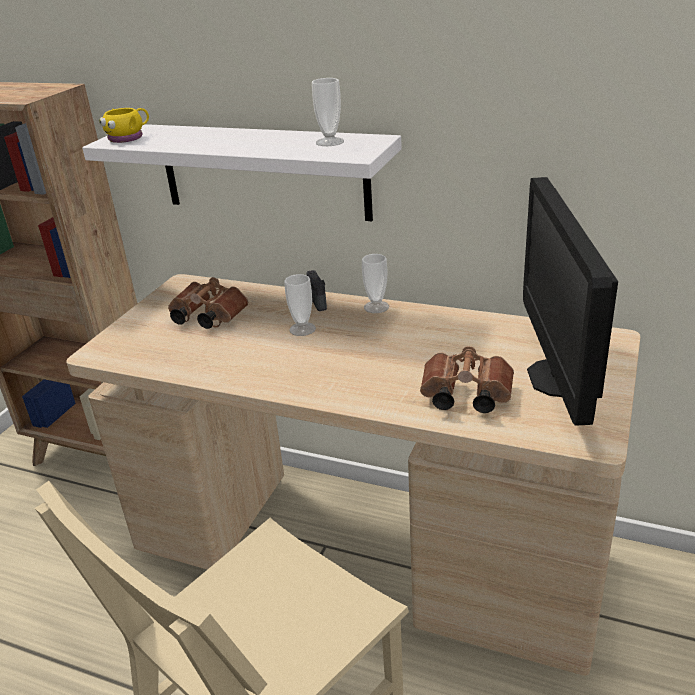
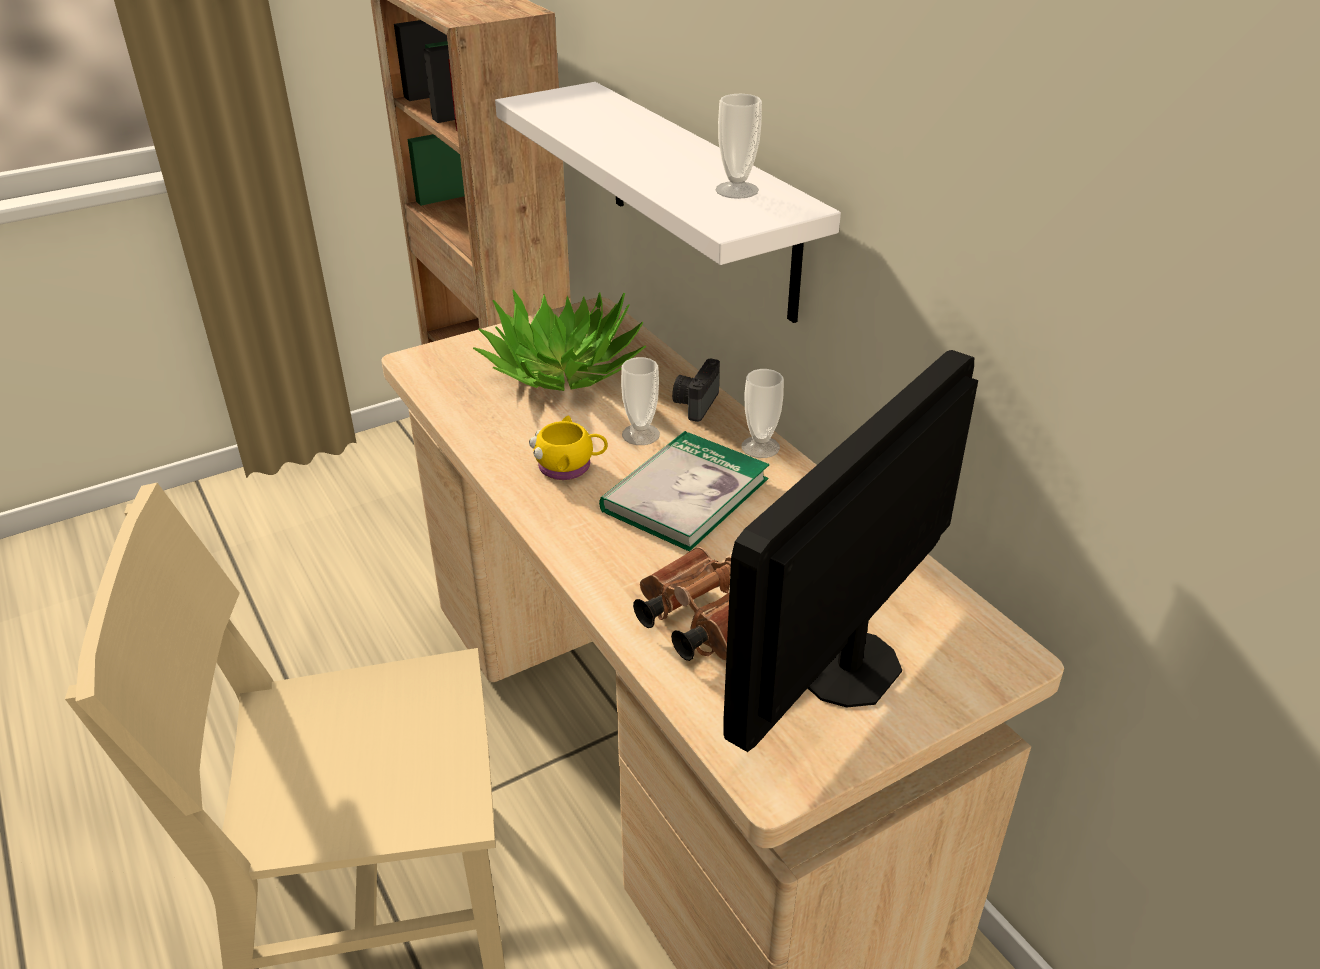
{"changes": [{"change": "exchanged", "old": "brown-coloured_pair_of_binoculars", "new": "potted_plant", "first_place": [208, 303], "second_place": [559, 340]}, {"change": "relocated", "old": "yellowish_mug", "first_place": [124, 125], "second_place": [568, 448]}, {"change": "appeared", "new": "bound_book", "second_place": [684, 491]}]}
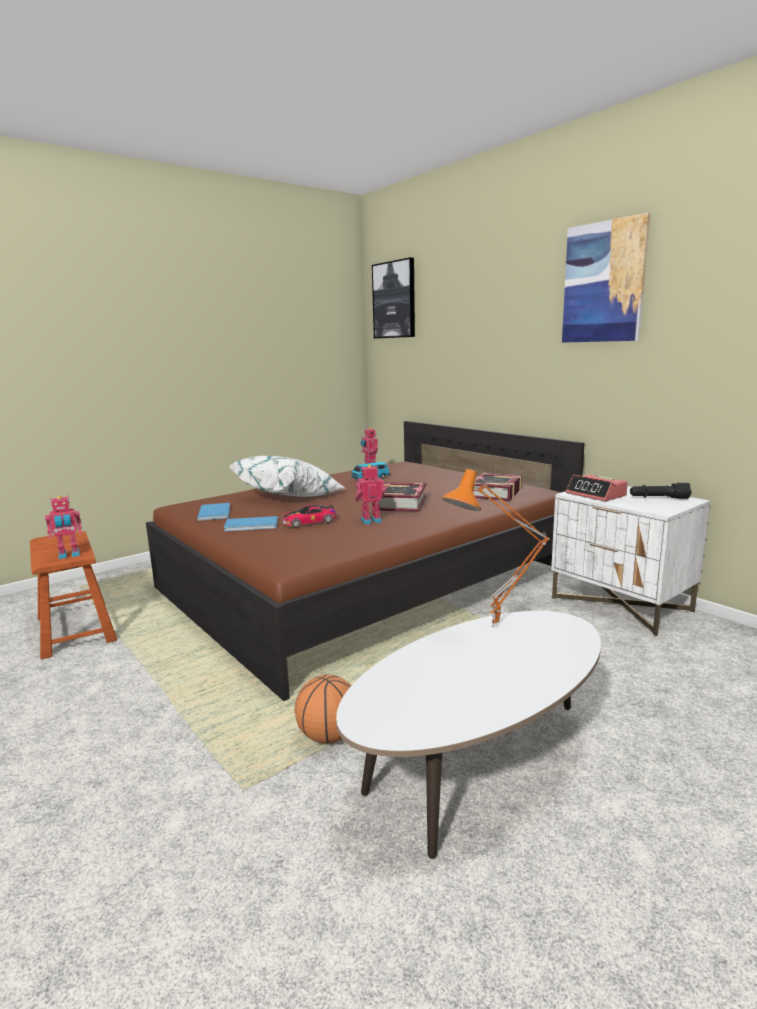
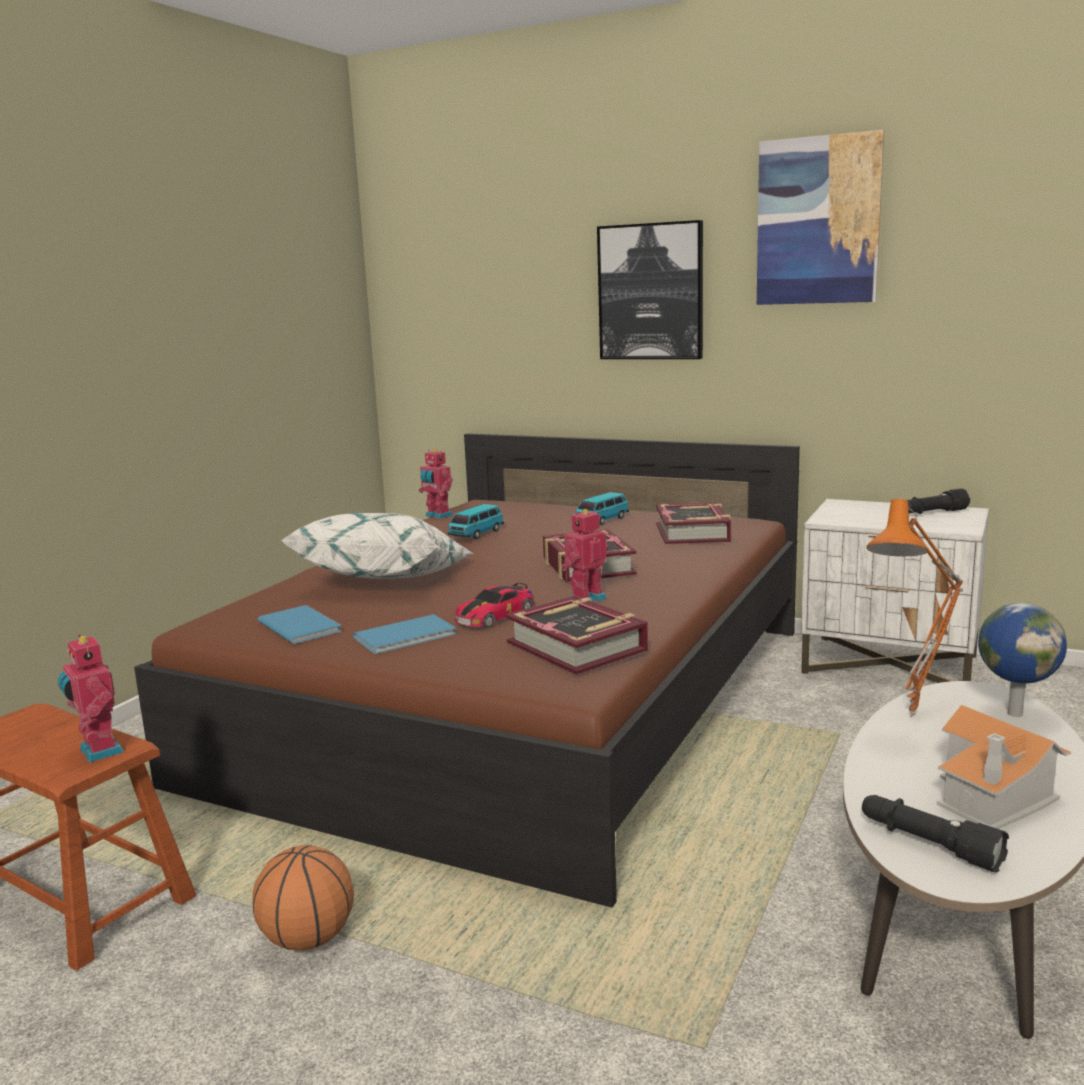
{"changes": [{"change": "spun", "old": "toy_robot", "first_place": [63, 527], "second_place": [91, 698], "degrees": 105}, {"change": "relocated", "old": "basketball_ball", "first_place": [323, 709], "second_place": [303, 898]}, {"change": "appeared", "new": "bound_book", "second_place": [577, 635]}, {"change": "appeared", "new": "miniature_car", "second_place": [602, 508]}, {"change": "relocated", "old": "picture", "first_place": [393, 298], "second_place": [650, 289]}, {"change": "appeared", "new": "black-coloured_torch", "second_place": [935, 834]}, {"change": "appeared", "new": "model_house", "second_place": [1004, 767]}, {"change": "appeared", "new": "world_globe", "second_place": [1022, 660]}, {"change": "missing", "old": "bedside_clock", "first_place": [597, 488]}]}
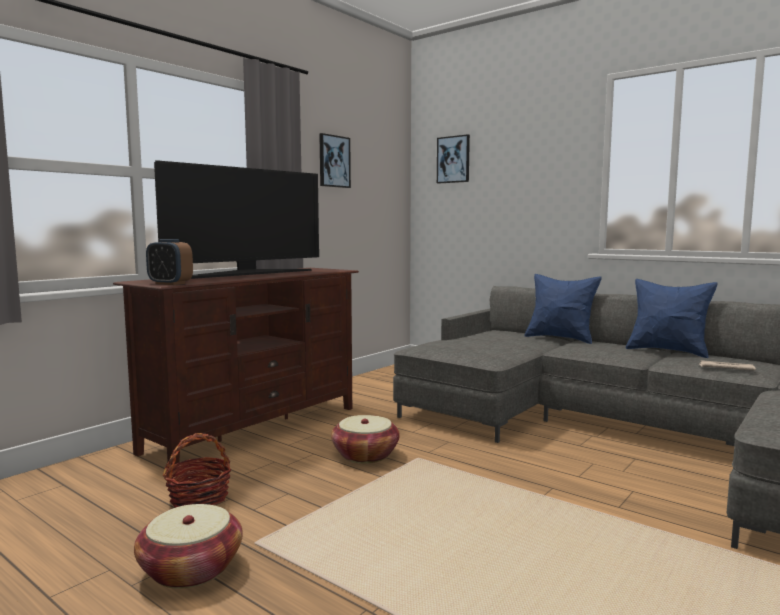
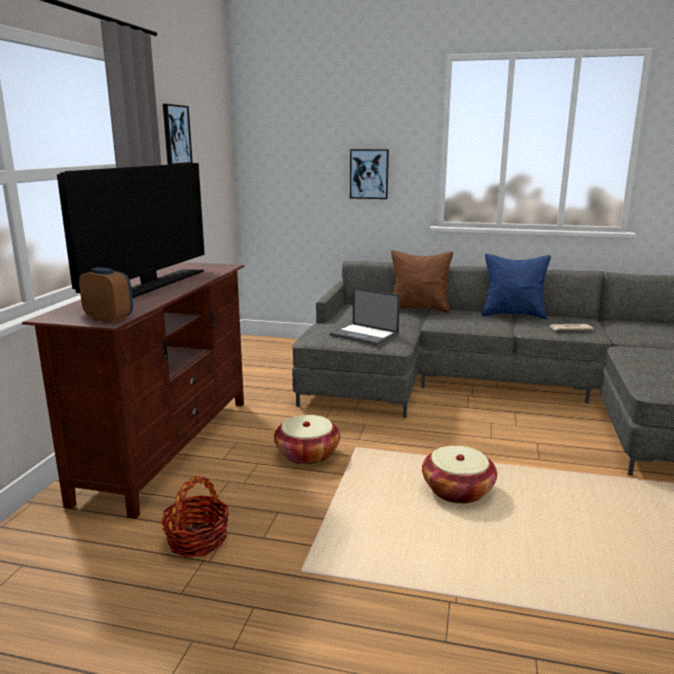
{"changes": [{"change": "spun", "old": "bedside_clock", "first_place": [169, 262], "second_place": [106, 295], "degrees": -150}, {"change": "appeared", "new": "laptop", "second_place": [365, 317]}, {"change": "relocated", "old": "picture", "first_place": [453, 159], "second_place": [369, 174]}, {"change": "colour", "old": "bluish_pillow", "new": "brown-coloured_pillow", "first_place": [563, 309], "second_place": [422, 281]}, {"change": "relocated", "old": "household_basket", "first_place": [188, 546], "second_place": [459, 475]}]}
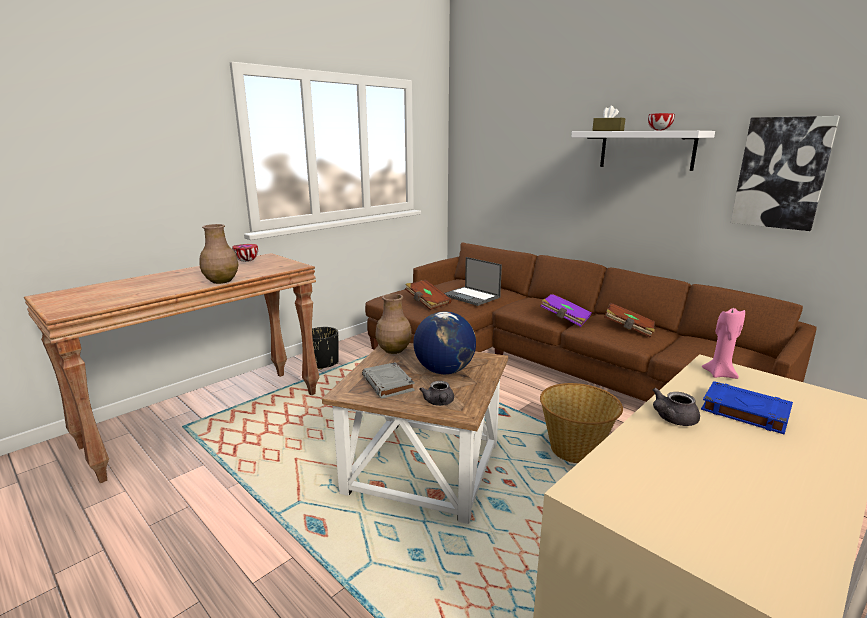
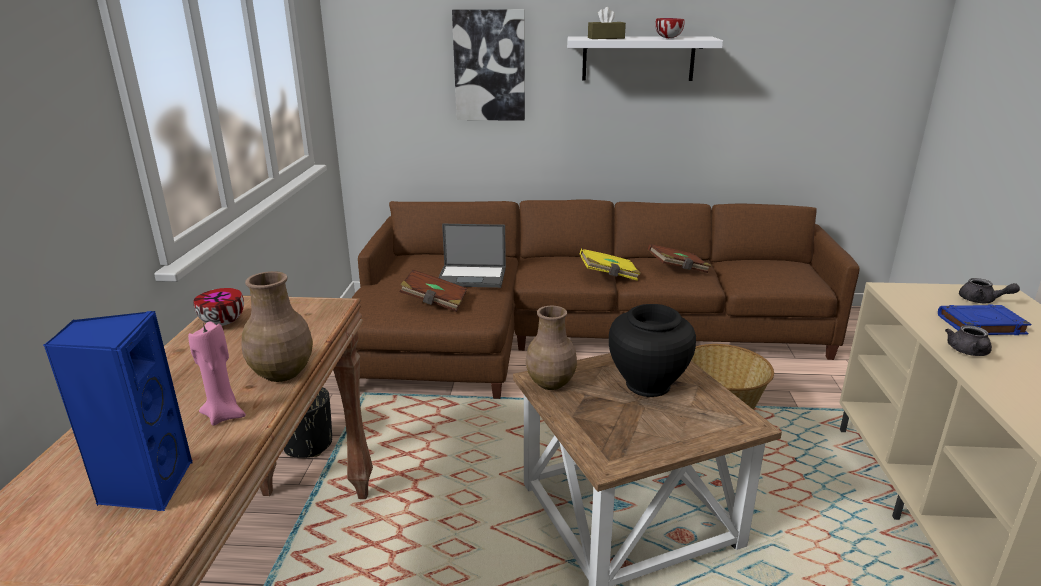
{"changes": [{"change": "appeared", "new": "bluish_speaker", "second_place": [117, 411]}, {"change": "relocated", "old": "pink_wax_candle", "first_place": [723, 342], "second_place": [217, 373]}, {"change": "relocated", "old": "picture", "first_place": [785, 173], "second_place": [488, 65]}, {"change": "colour", "old": "purple-coloured_bound_book", "new": "yellowish_bound_book", "first_place": [566, 310], "second_place": [610, 264]}, {"change": "exchanged", "old": "world_globe", "new": "black-coloured_vase", "first_place": [444, 342], "second_place": [652, 350]}, {"change": "relocated", "old": "grey_tea_pot", "first_place": [436, 393], "second_place": [989, 290]}, {"change": "missing", "old": "grey_bound_book", "first_place": [388, 380]}]}
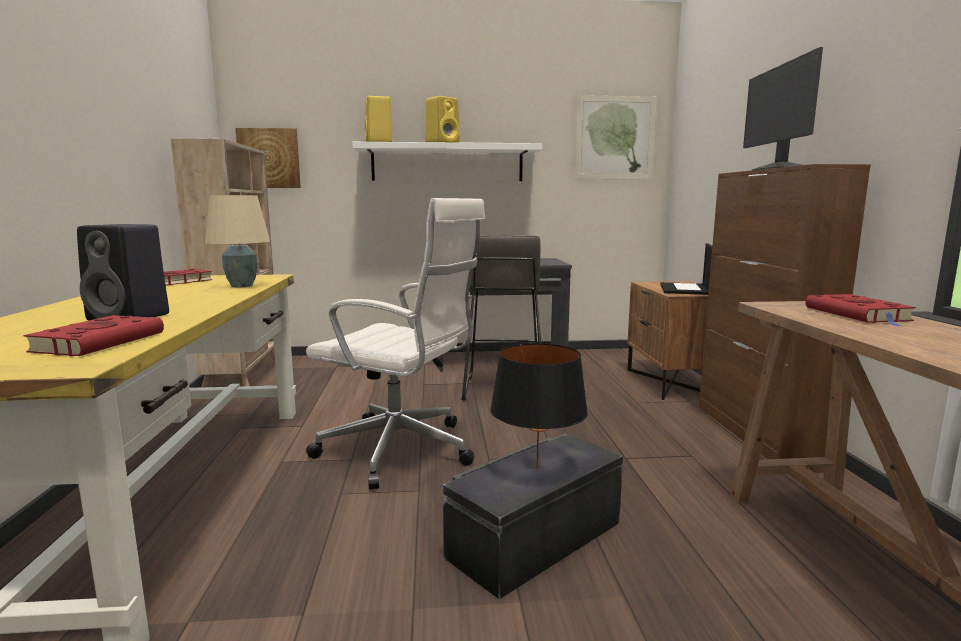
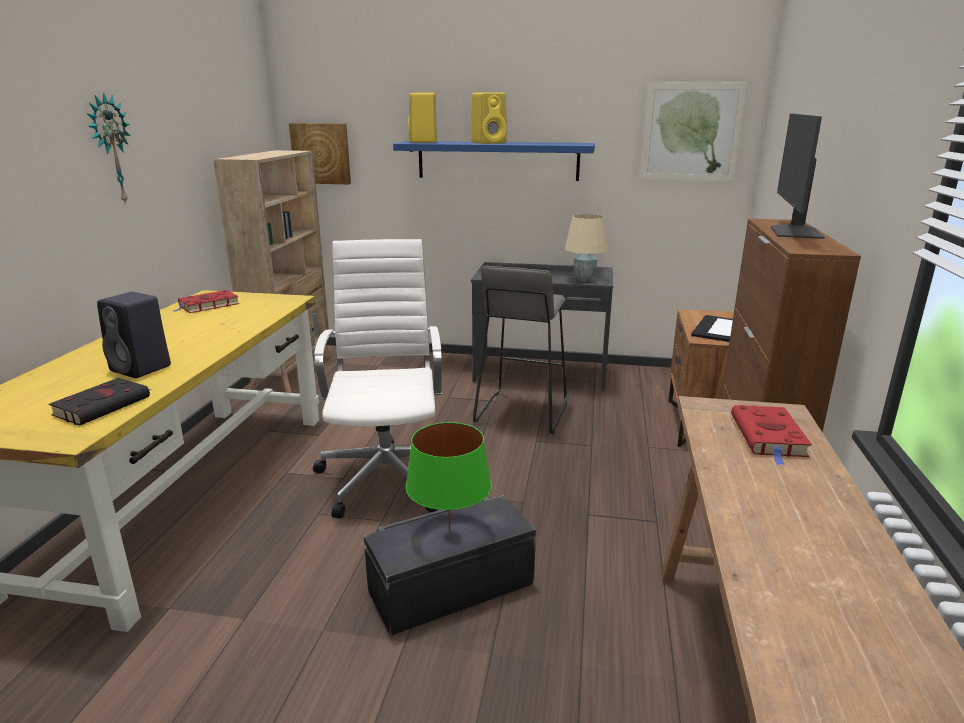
{"changes": [{"change": "colour", "old": "red-coloured_bound_book", "new": "black-coloured_bound_book", "first_place": [93, 335], "second_place": [100, 401]}, {"change": "appeared", "new": "wall_clock", "second_place": [109, 148]}, {"change": "spun", "old": "white_office_chair", "first_place": [395, 344], "second_place": [377, 378], "degrees": -135}, {"change": "colour", "old": "white_shelf", "new": "bluish_shelf", "first_place": [447, 161], "second_place": [494, 161]}, {"change": "colour", "old": "black-coloured_tabletop_lamp", "new": "green_tabletop_lamp", "first_place": [539, 406], "second_place": [449, 477]}, {"change": "relocated", "old": "beige_tabletop_lamp", "first_place": [237, 241], "second_place": [586, 248]}]}
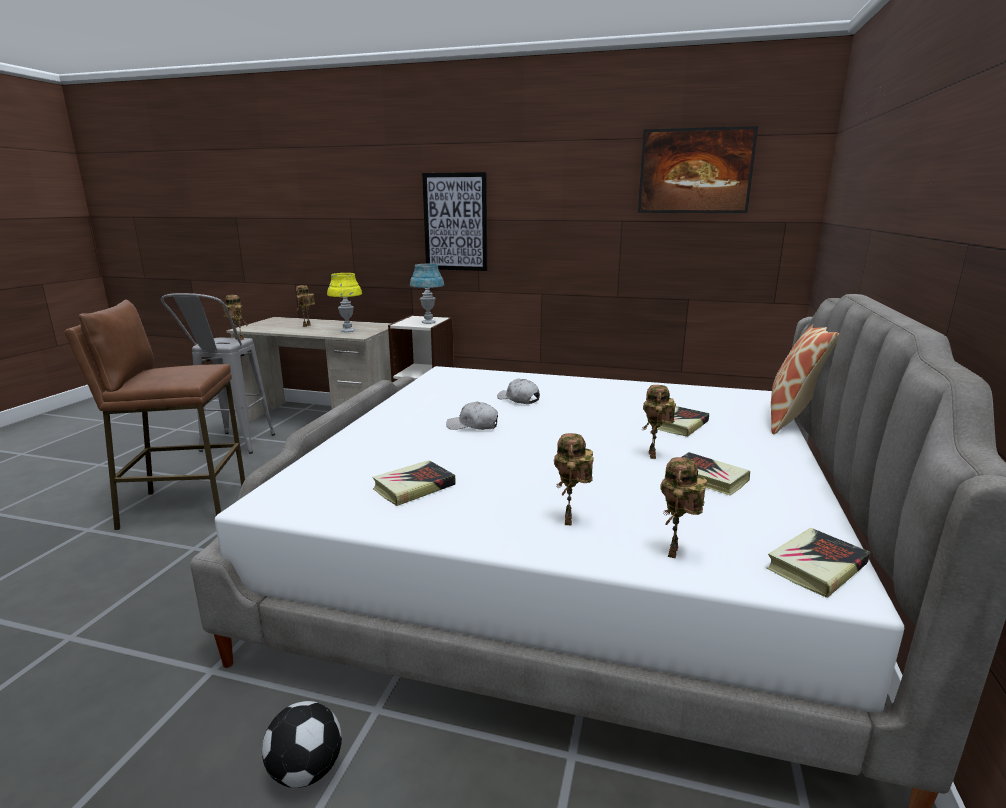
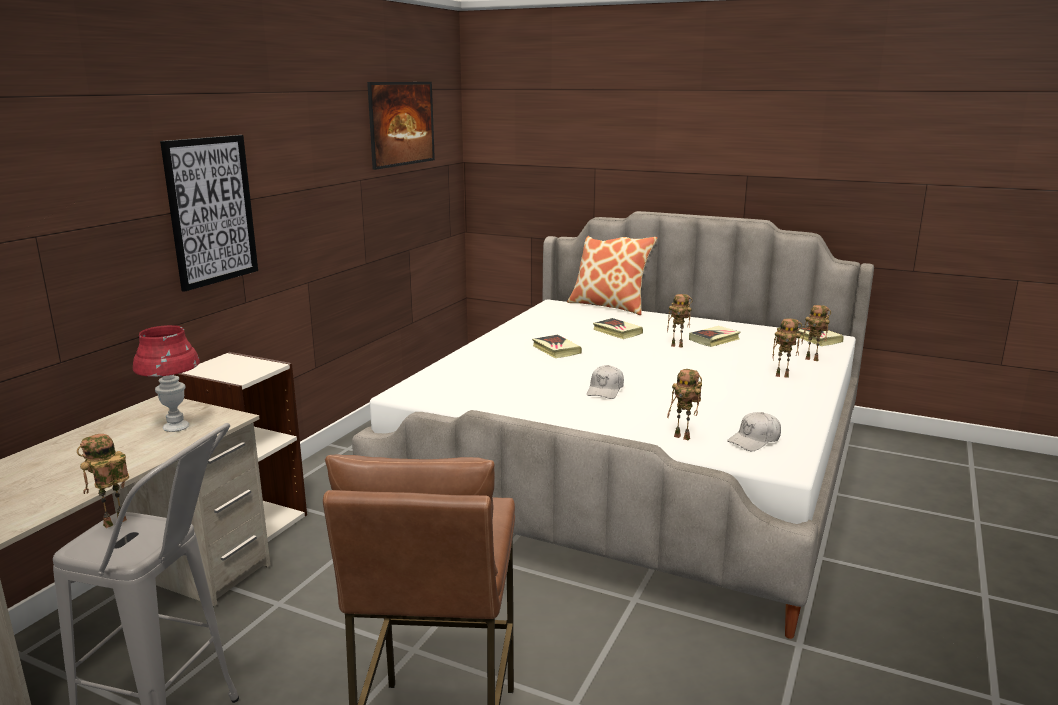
{"changes": [{"change": "colour", "old": "yellowish_tabletop_lamp", "new": "red-coloured_tabletop_lamp", "first_place": [344, 302], "second_place": [166, 378]}, {"change": "relocated", "old": "bound_book", "first_place": [413, 483], "second_place": [557, 346]}, {"change": "relocated", "old": "toy_robot", "first_place": [305, 306], "second_place": [684, 404]}, {"change": "relocated", "old": "white_cap", "first_place": [518, 391], "second_place": [754, 431]}, {"change": "missing", "old": "football", "first_place": [302, 744]}, {"change": "missing", "old": "bluish_tabletop_lamp", "first_place": [427, 294]}]}
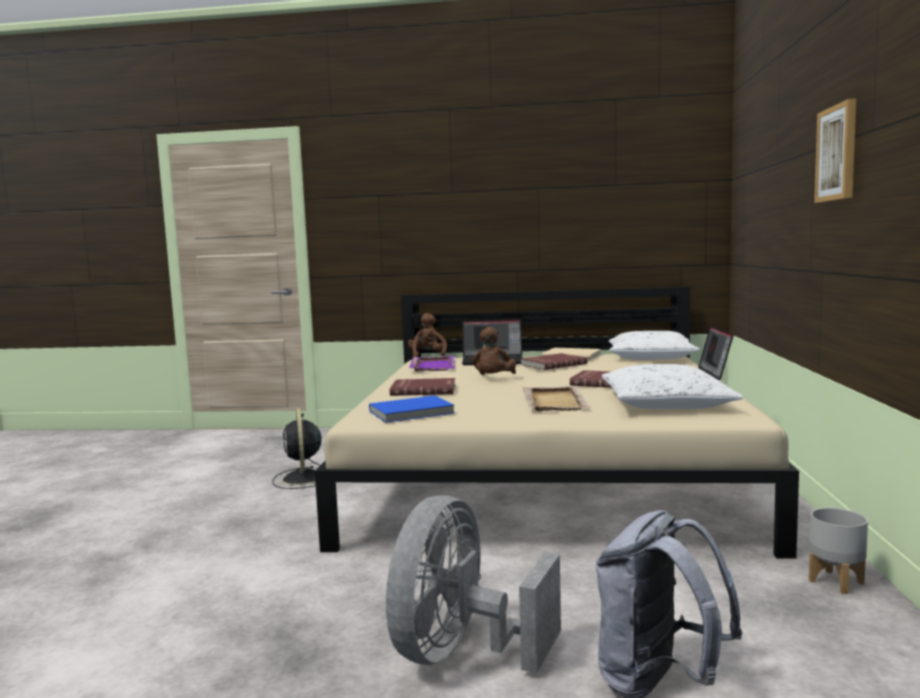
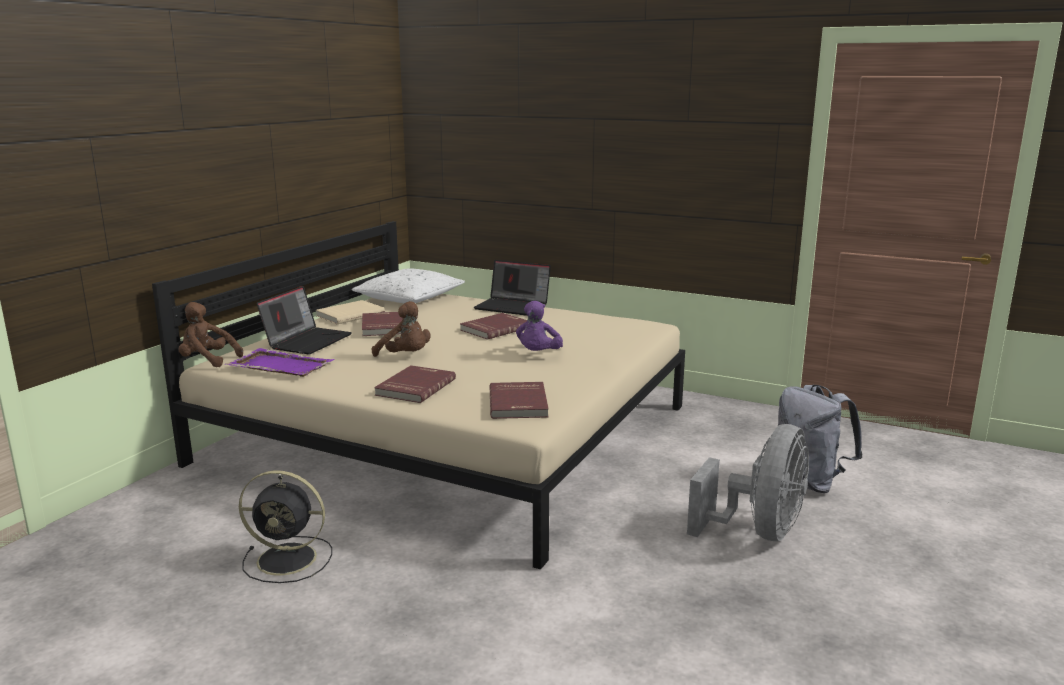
{"changes": [{"change": "colour", "old": "bluish_bound_book", "new": "red-coloured_bound_book", "first_place": [411, 409], "second_place": [519, 400]}, {"change": "exchanged", "old": "beige_tray", "new": "purple-coloured_plush_toy", "first_place": [557, 398], "second_place": [539, 326]}, {"change": "spun", "old": "grey_fan", "first_place": [473, 584], "second_place": [748, 482], "degrees": -105}, {"change": "missing", "old": "white_pillow", "first_place": [672, 386]}, {"change": "missing", "old": "grey_planter", "first_place": [838, 550]}, {"change": "missing", "old": "picture", "first_place": [835, 150]}]}
